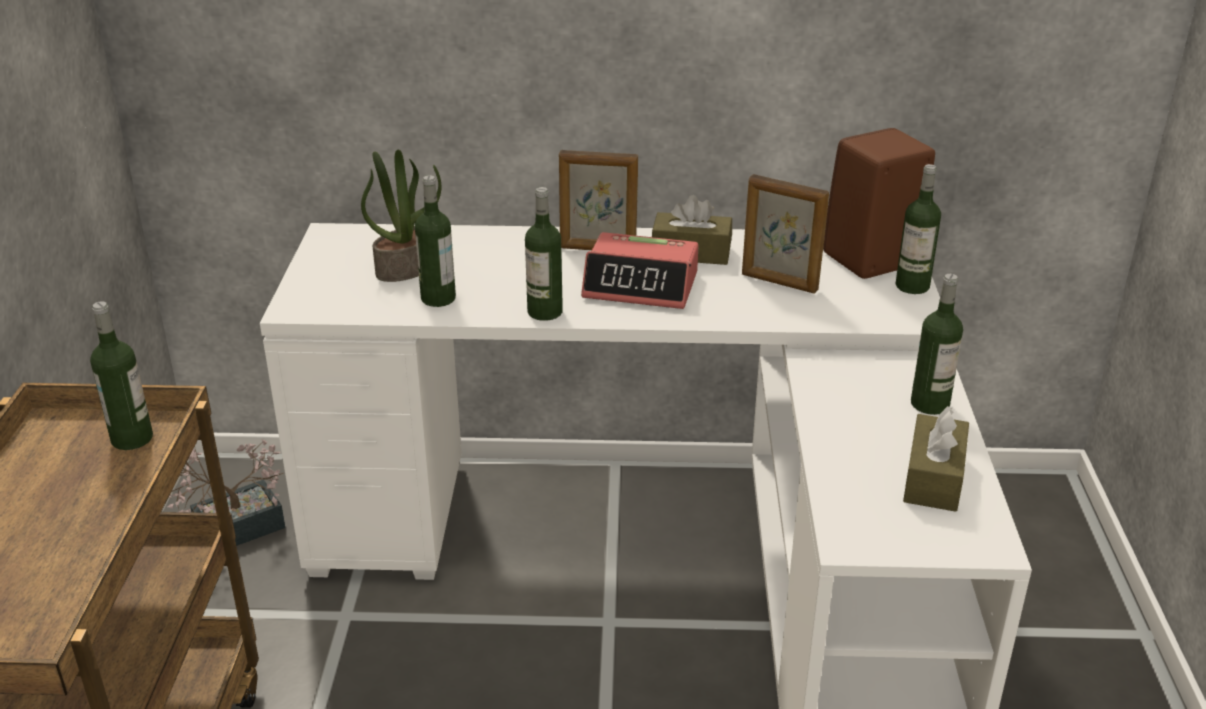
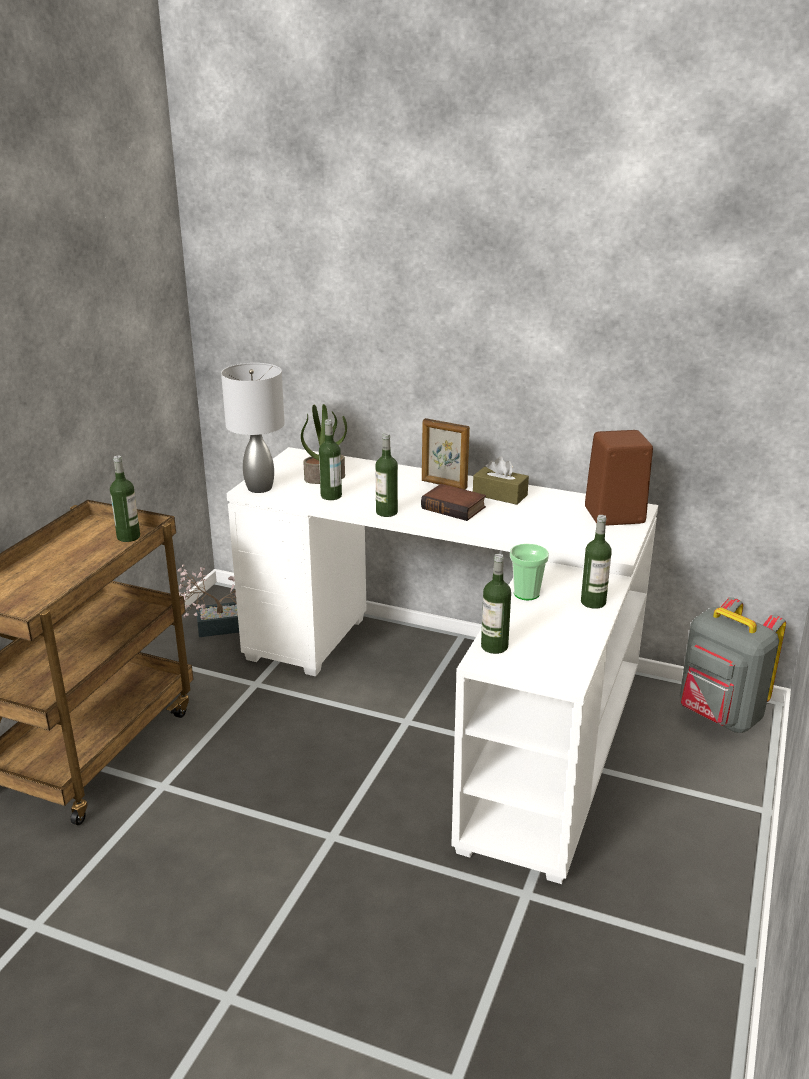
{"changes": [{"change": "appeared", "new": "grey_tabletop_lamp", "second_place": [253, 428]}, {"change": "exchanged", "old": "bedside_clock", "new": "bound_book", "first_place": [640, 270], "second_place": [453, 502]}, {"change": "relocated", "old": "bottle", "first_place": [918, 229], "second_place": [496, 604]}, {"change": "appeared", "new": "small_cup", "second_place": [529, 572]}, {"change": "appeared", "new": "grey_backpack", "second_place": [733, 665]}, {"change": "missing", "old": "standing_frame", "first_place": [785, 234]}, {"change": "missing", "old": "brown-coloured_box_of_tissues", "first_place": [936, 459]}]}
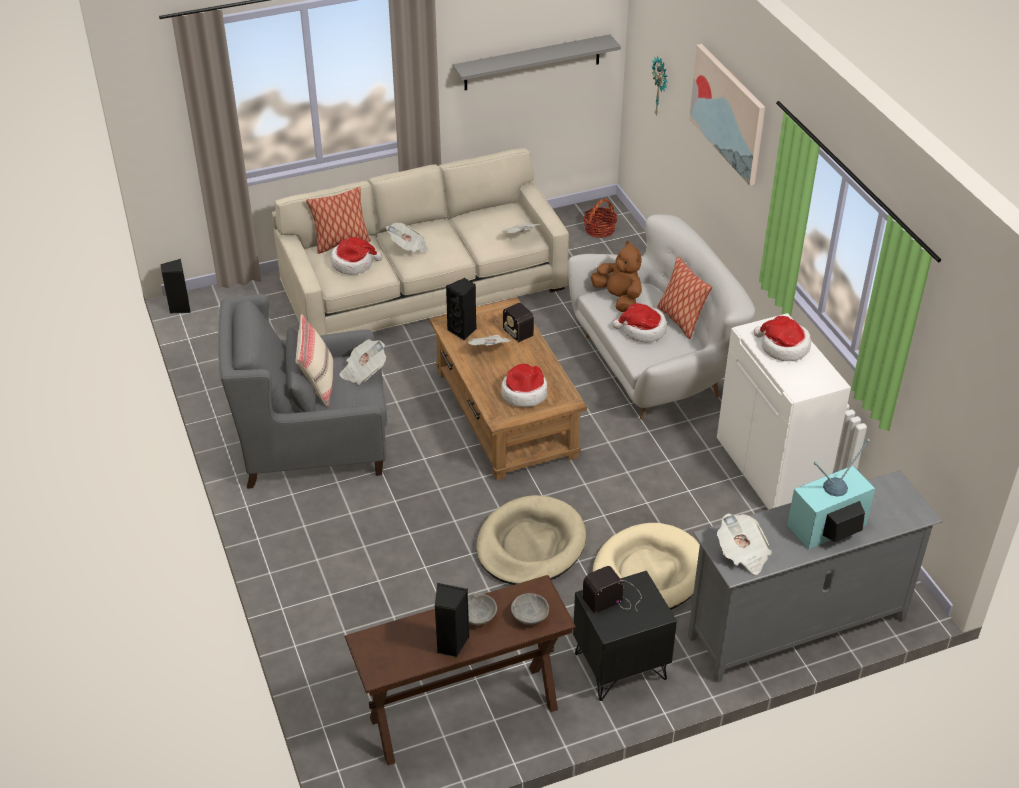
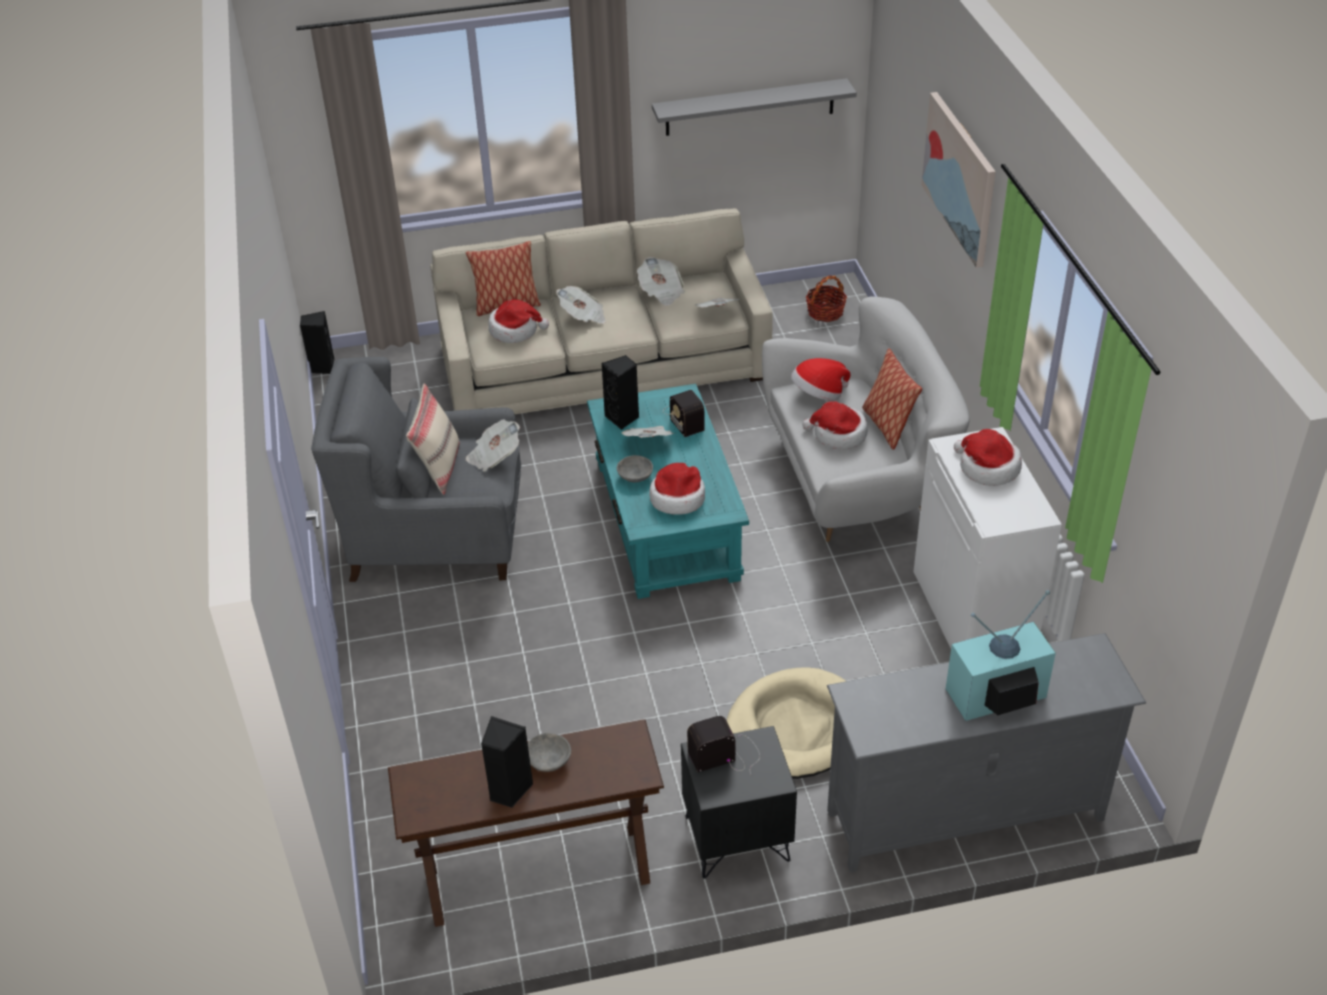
{"changes": [{"change": "colour", "old": "brown-coloured_coffee_table", "new": "turquoise-coloured_coffee_table", "first_place": [508, 388], "second_place": [668, 491]}, {"change": "relocated", "old": "grey_serving_bowl", "first_place": [530, 609], "second_place": [635, 468]}, {"change": "relocated", "old": "daily_paper", "first_place": [744, 544], "second_place": [661, 281]}, {"change": "exchanged", "old": "brown-coloured_plush_toy", "new": "wearable_hat", "first_place": [616, 276], "second_place": [820, 379]}, {"change": "missing", "old": "beige_pet_bed", "first_place": [531, 540]}, {"change": "missing", "old": "wall_clock", "first_place": [660, 85]}]}
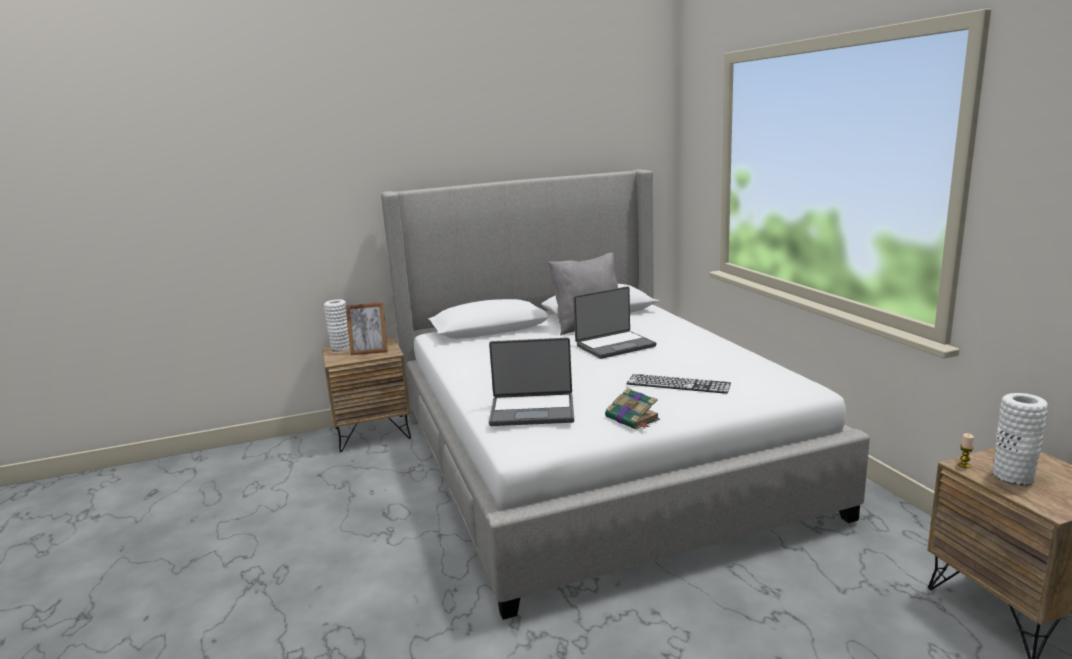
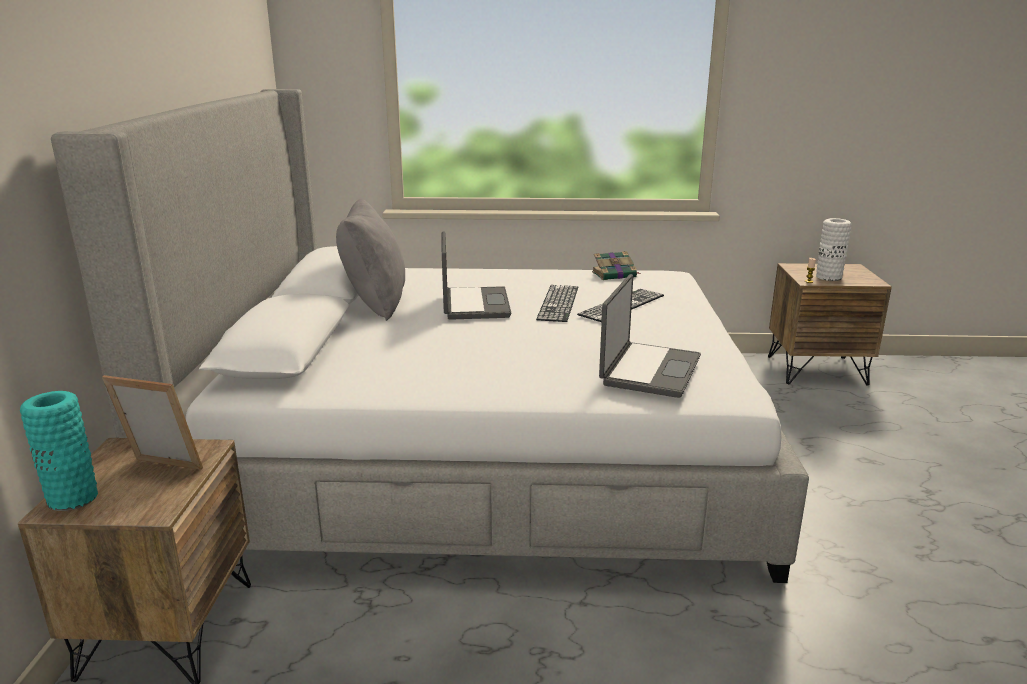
{"changes": [{"change": "colour", "old": "white_vase", "new": "turquoise-coloured_vase", "first_place": [337, 325], "second_place": [59, 451]}, {"change": "spun", "old": "standing_frame", "first_place": [366, 328], "second_place": [152, 422], "degrees": -90}, {"change": "appeared", "new": "PC_keyboard", "second_place": [557, 303]}, {"change": "relocated", "old": "bound_book", "first_place": [632, 409], "second_place": [616, 265]}]}
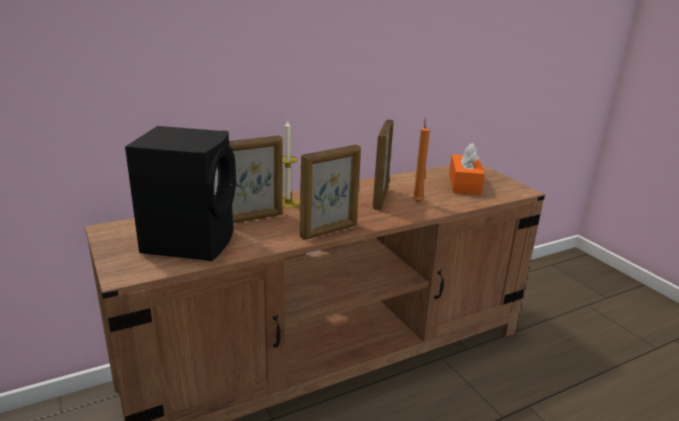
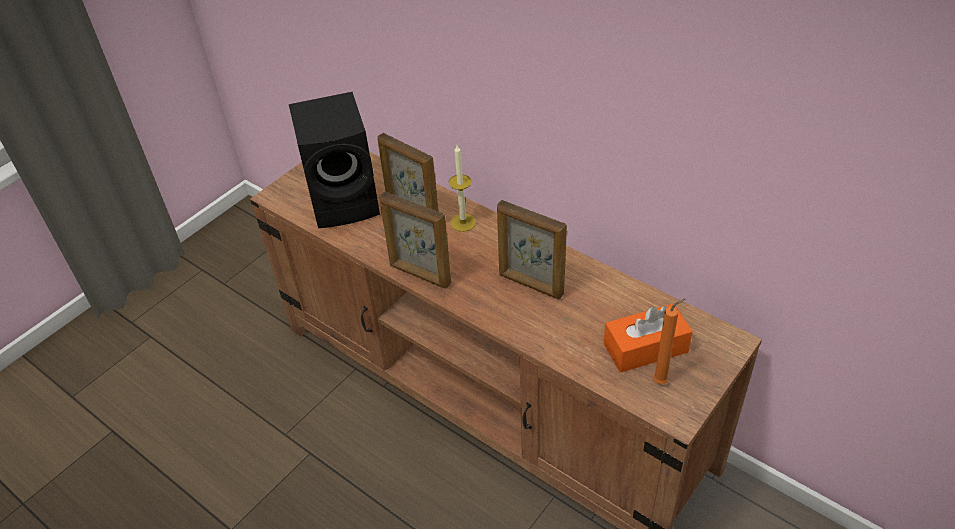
{"changes": [{"change": "spun", "old": "standing_frame", "first_place": [383, 165], "second_place": [532, 249], "degrees": -135}, {"change": "relocated", "old": "orangey_wax_candle", "first_place": [421, 160], "second_place": [669, 341]}]}
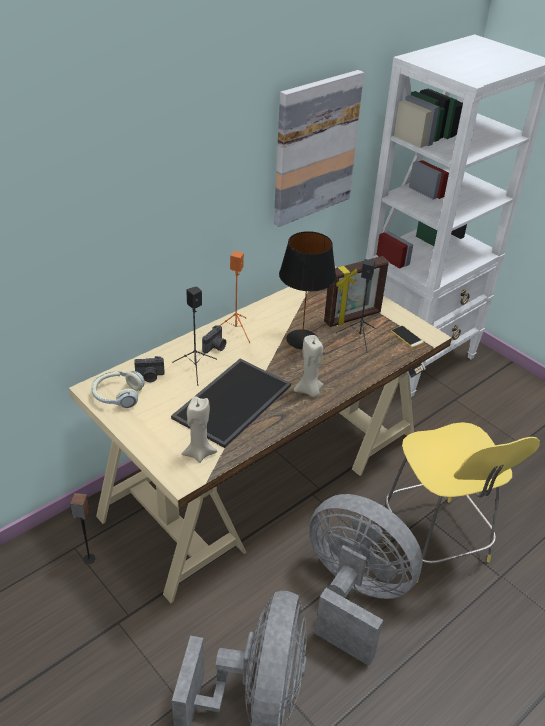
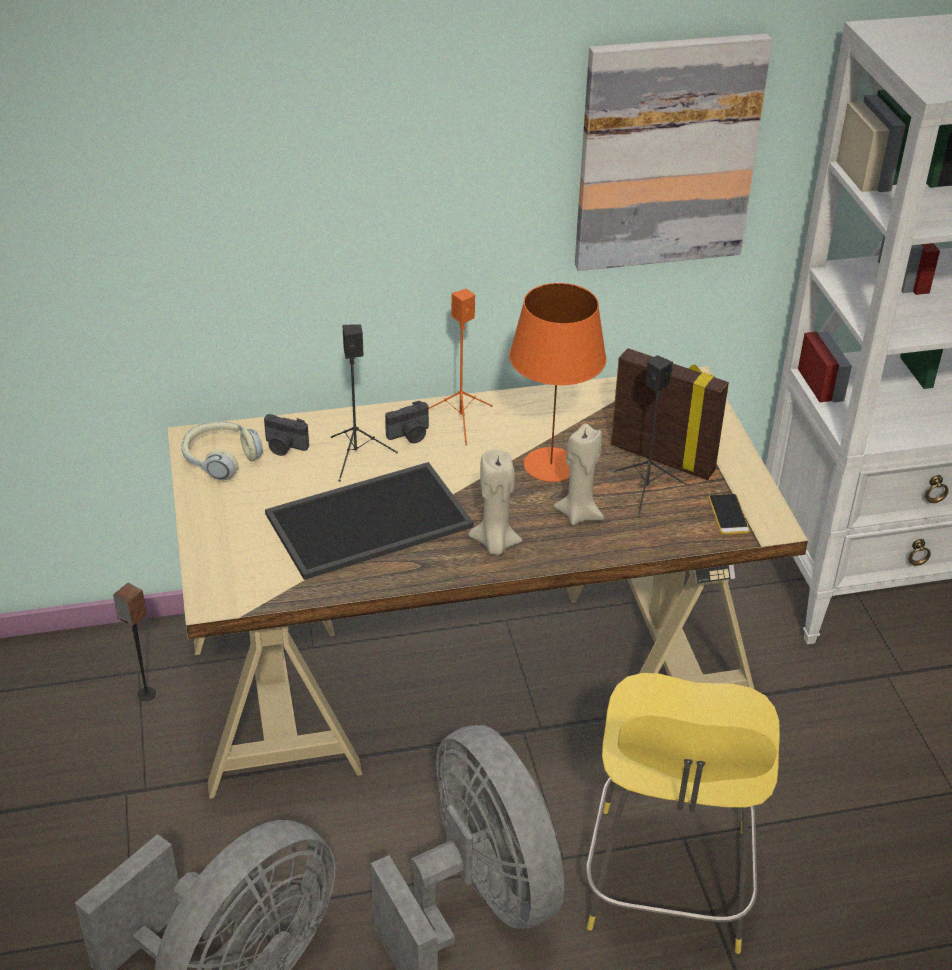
{"changes": [{"change": "colour", "old": "black-coloured_tabletop_lamp", "new": "orangey_tabletop_lamp", "first_place": [307, 290], "second_place": [558, 382]}, {"change": "relocated", "old": "beige_wax_candle", "first_place": [199, 429], "second_place": [578, 474]}, {"change": "spun", "old": "standing_frame", "first_place": [356, 291], "second_place": [670, 414], "degrees": -150}]}
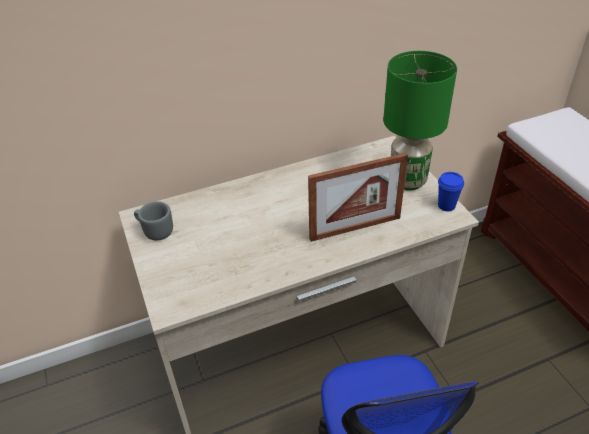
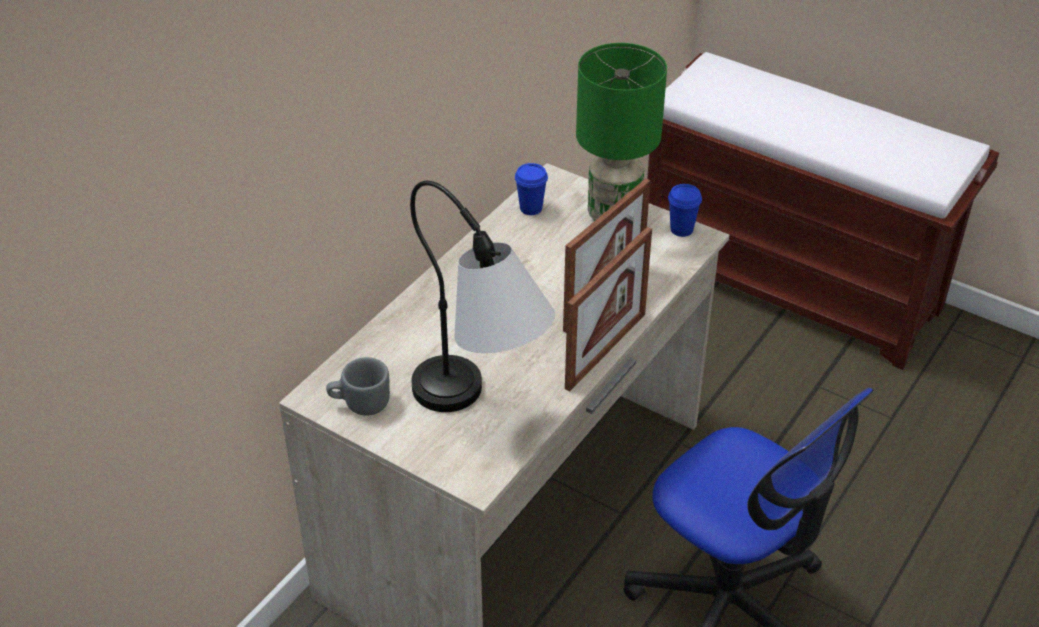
{"changes": [{"change": "appeared", "new": "tabletop_lamp", "second_place": [482, 296]}, {"change": "appeared", "new": "bluish_small_cup", "second_place": [531, 189]}, {"change": "appeared", "new": "standing_frame", "second_place": [608, 309]}]}
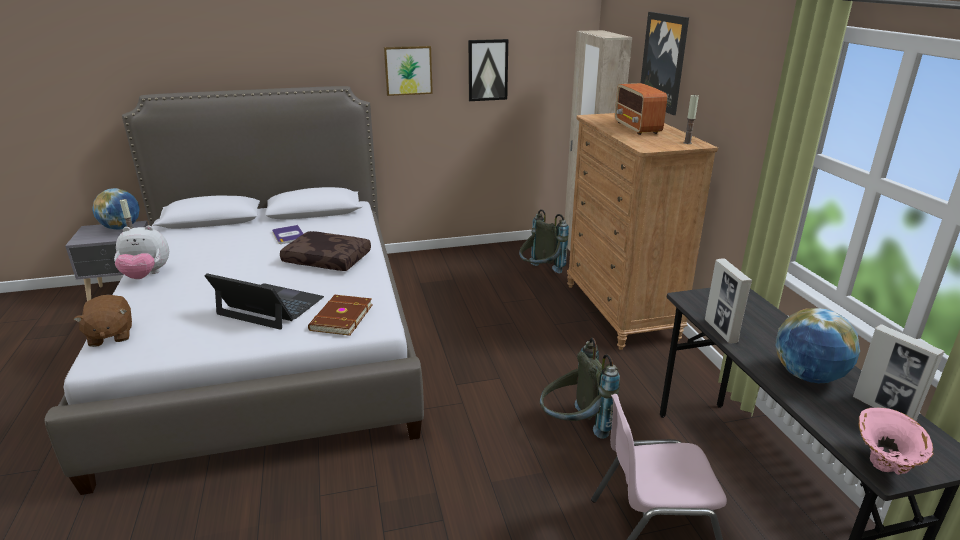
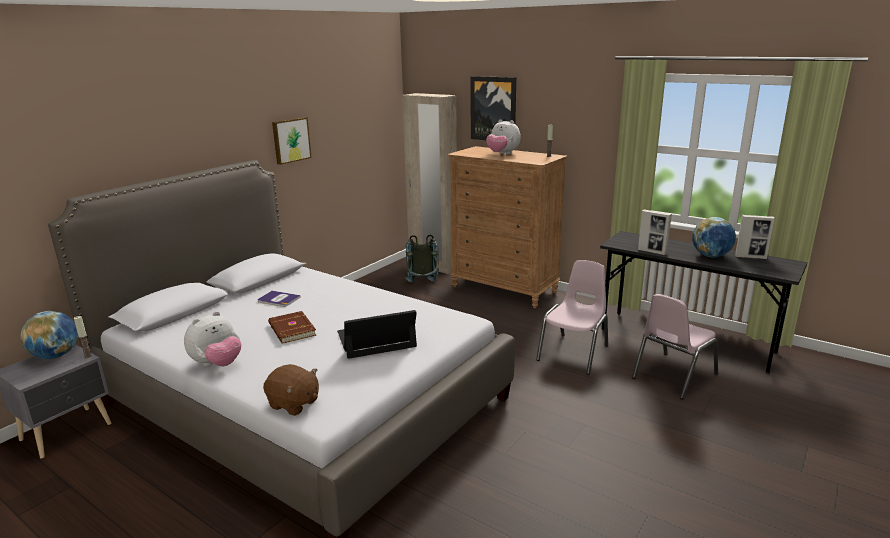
{"changes": [{"change": "relocated", "old": "brown-coloured_bound_book", "first_place": [340, 315], "second_place": [292, 327]}, {"change": "exchanged", "old": "radio", "new": "plush_toy", "first_place": [641, 109], "second_place": [503, 136]}, {"change": "exchanged", "old": "grey_backpack", "new": "pink_upright_chair", "first_place": [580, 388], "second_place": [572, 317]}, {"change": "missing", "old": "brown-coloured_pillow", "first_place": [325, 251]}, {"change": "missing", "old": "picture", "first_place": [488, 70]}, {"change": "missing", "old": "pink_vase", "first_place": [896, 441]}]}
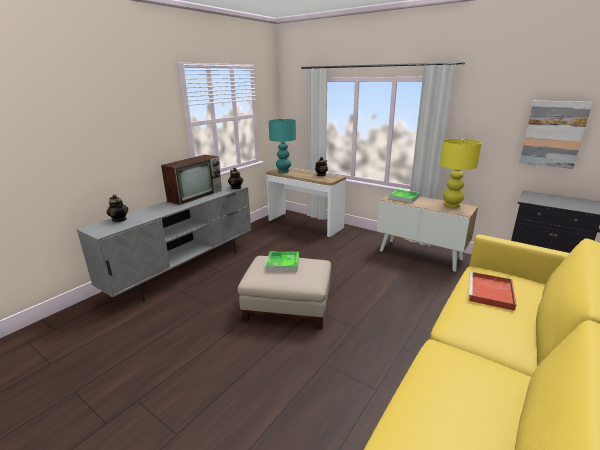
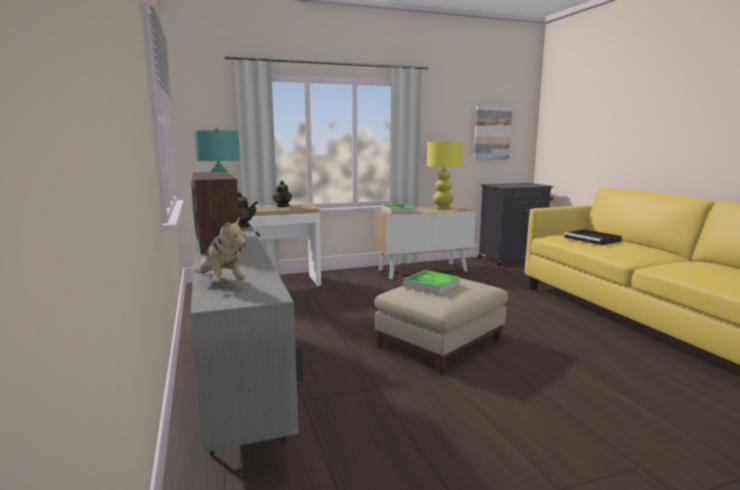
{"changes": [{"change": "exchanged", "old": "tea_pot", "new": "plush_toy", "first_place": [117, 208], "second_place": [220, 249]}, {"change": "colour", "old": "red-coloured_tray", "new": "black-coloured_tray", "first_place": [492, 291], "second_place": [593, 237]}]}
